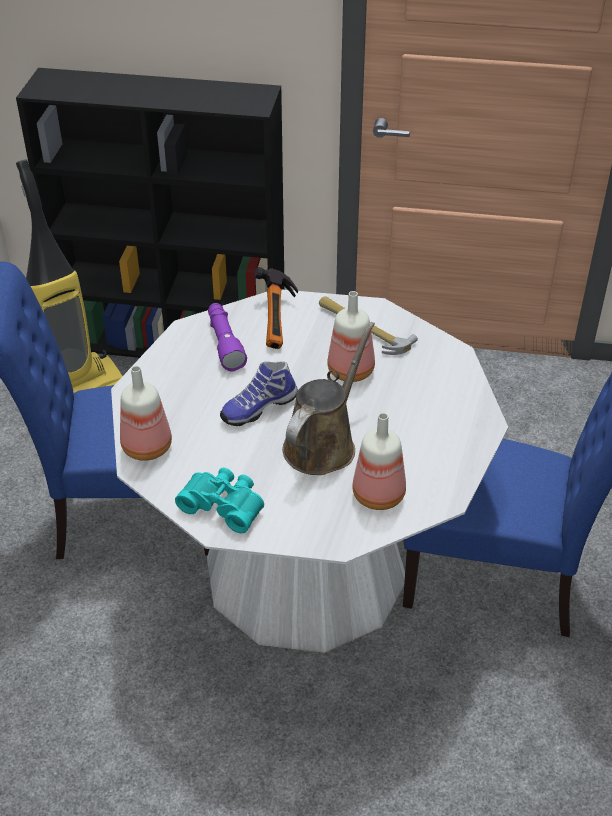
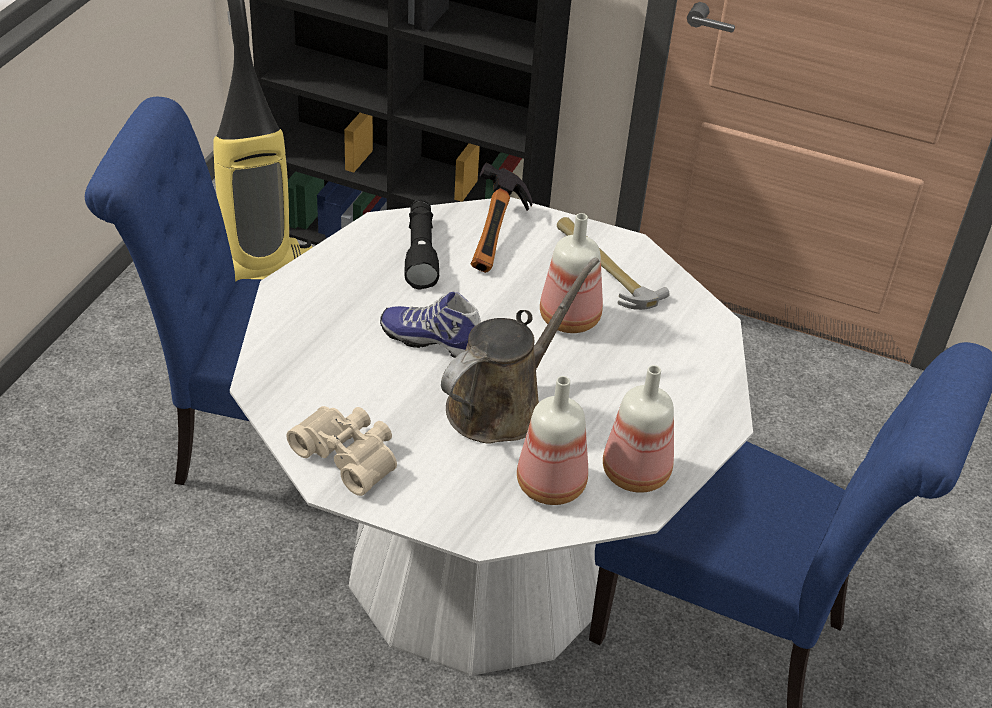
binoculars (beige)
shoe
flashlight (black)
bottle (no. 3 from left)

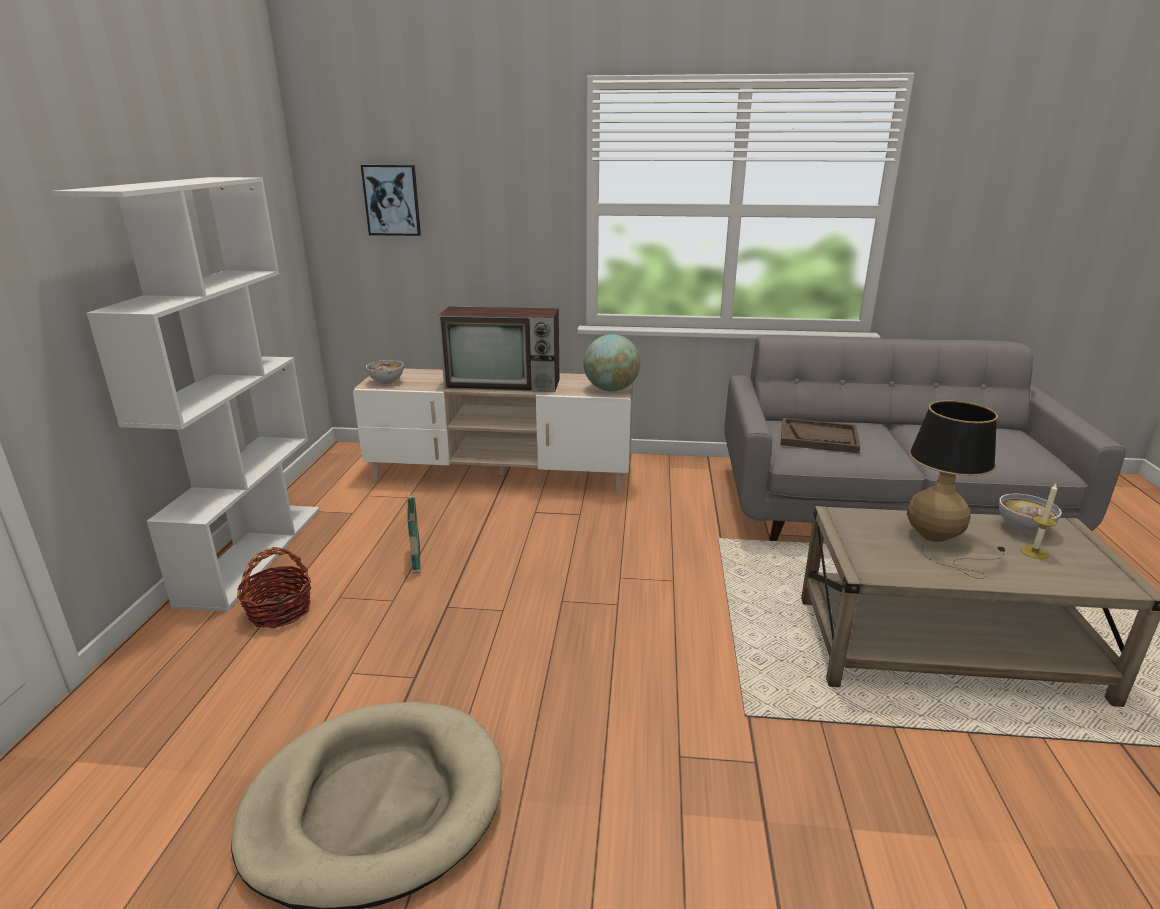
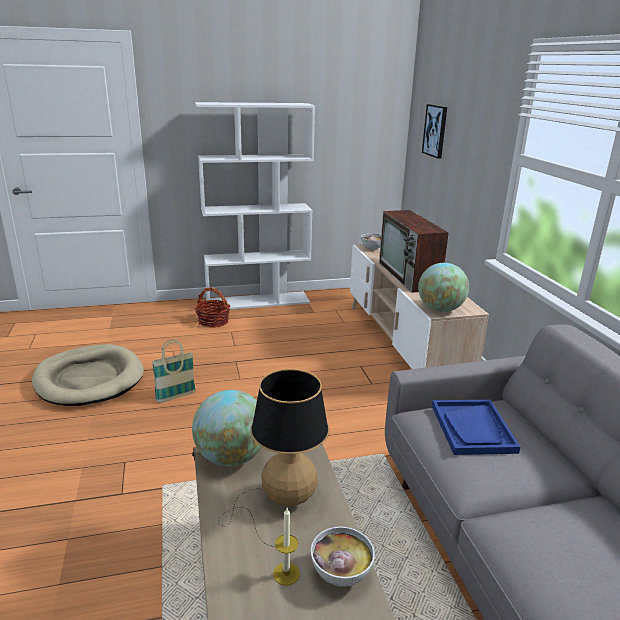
basket (no. 1 from left)
globe (no. 1 from left)
tray (blue)

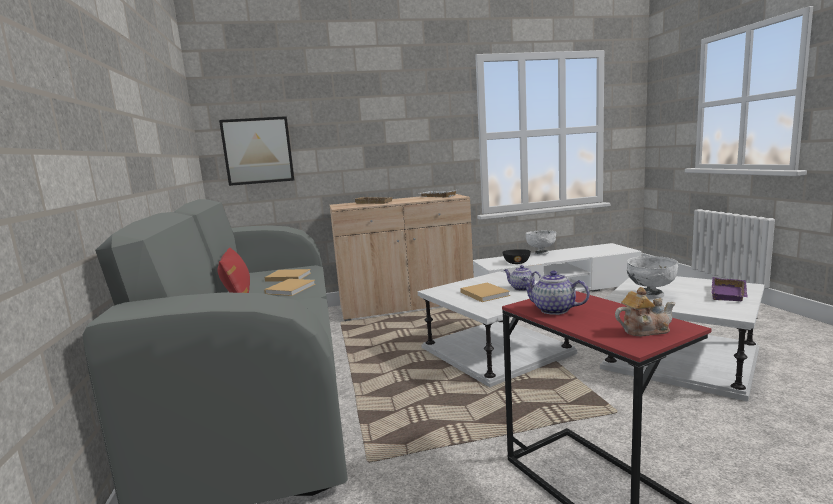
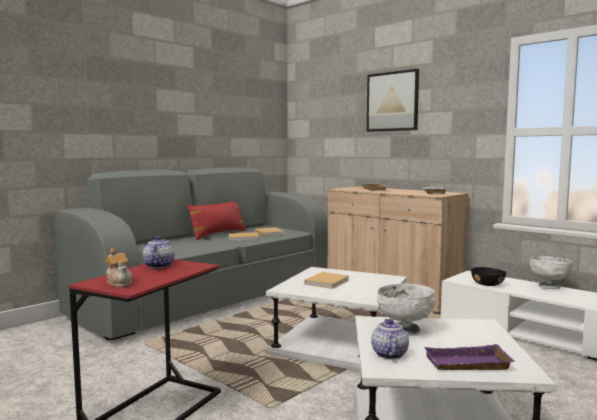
picture
teapot (no. 3 from left)

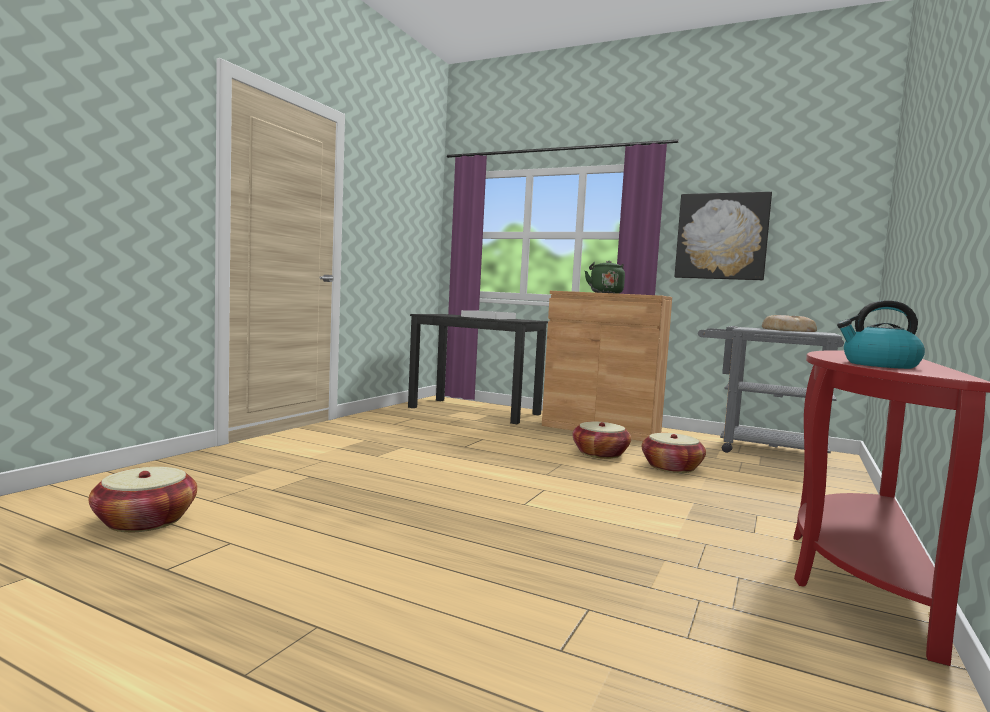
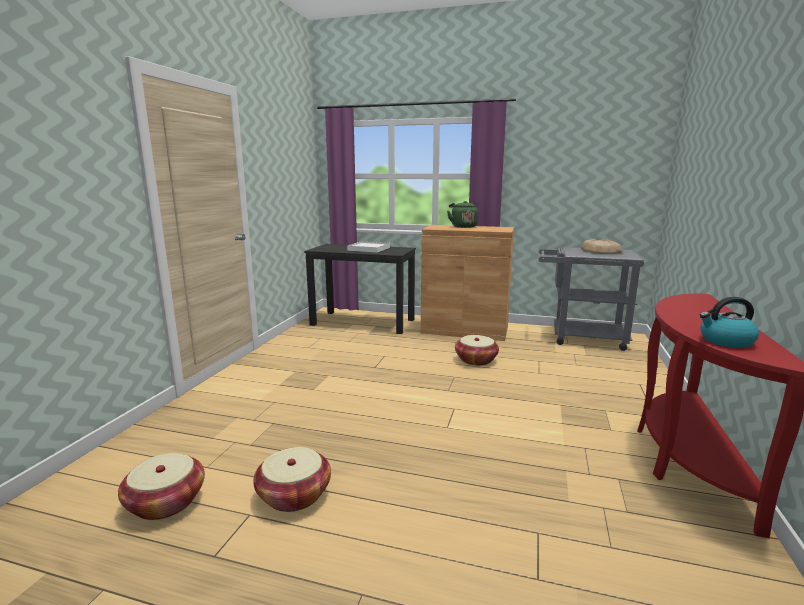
basket (no. 2 from left)
picture

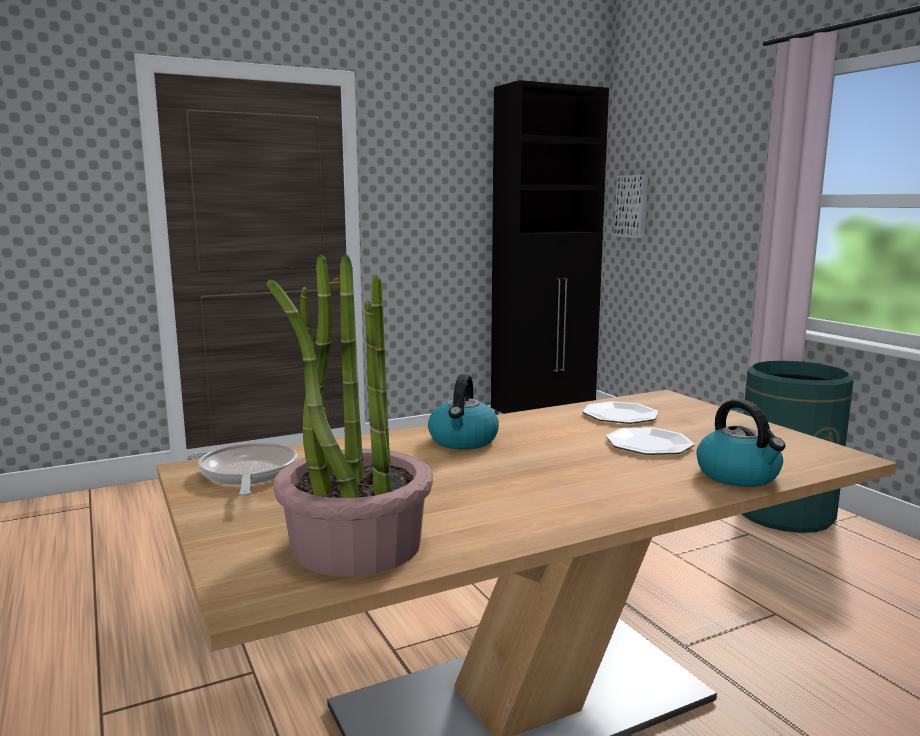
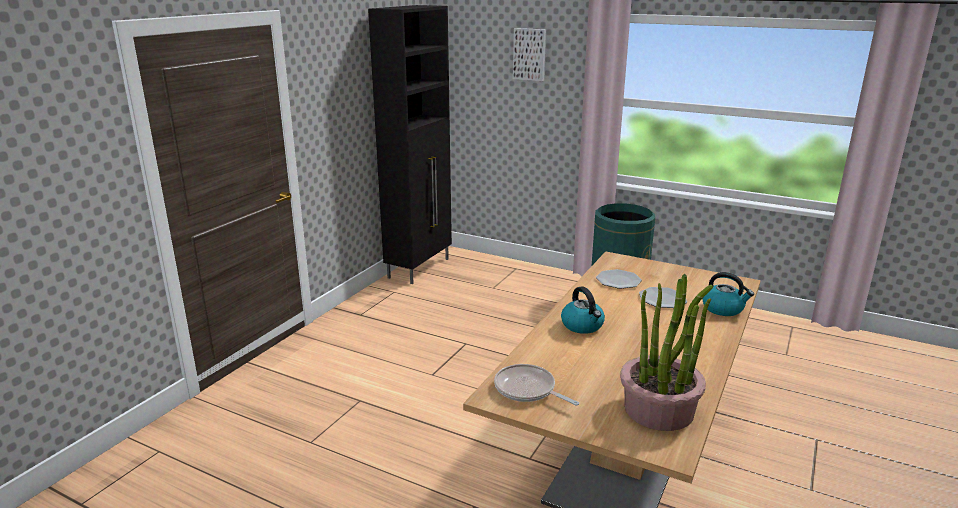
picture

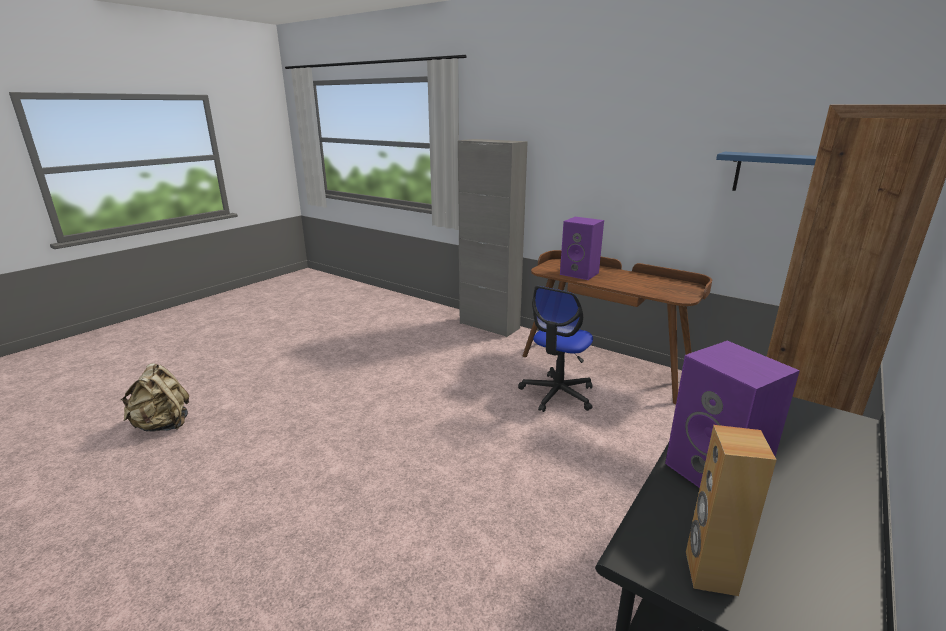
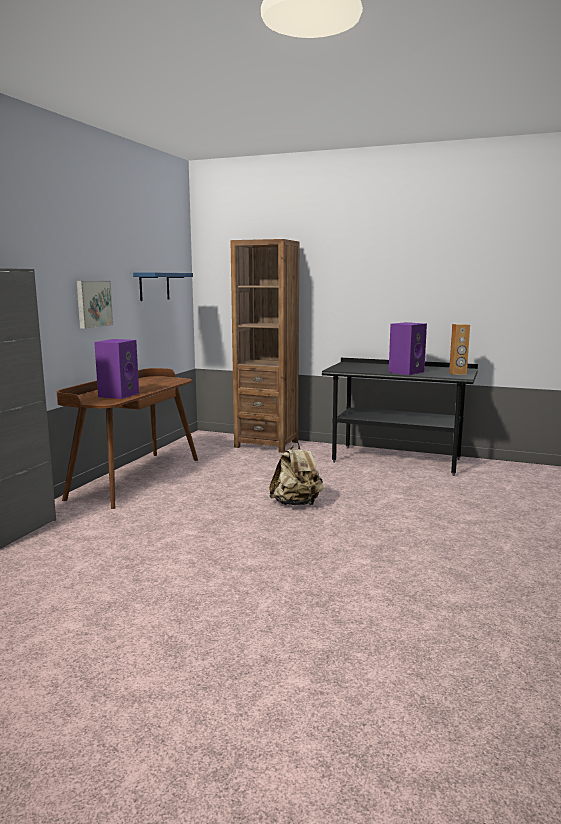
picture
backpack (beige)
office chair

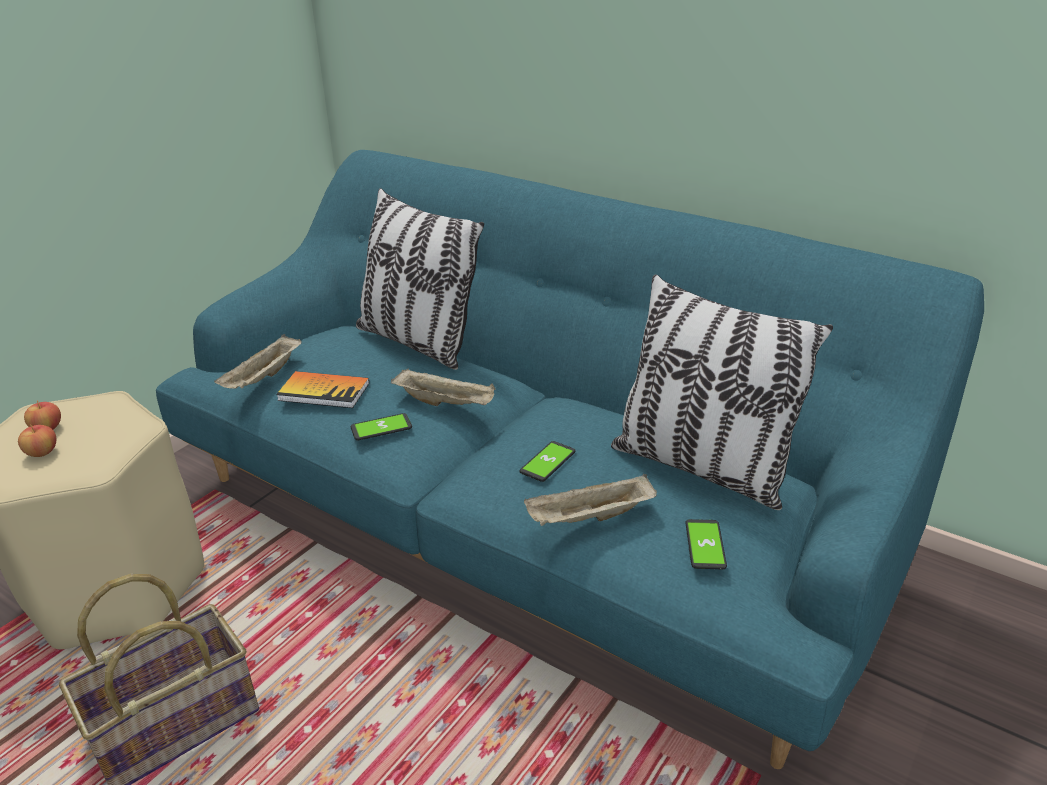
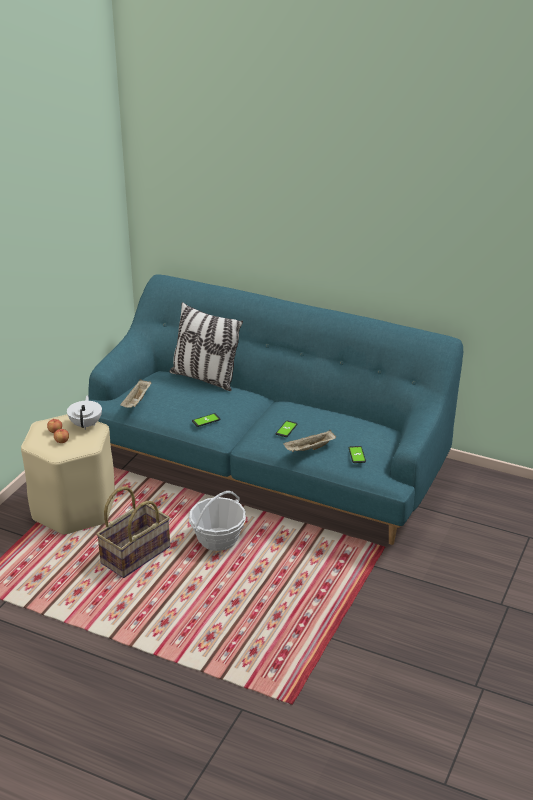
teapot (white)
basket (no. 2 from left)
book
tray (beige) (no. 2 from left in the first image)
pillow (no. 2 from left in the first image)

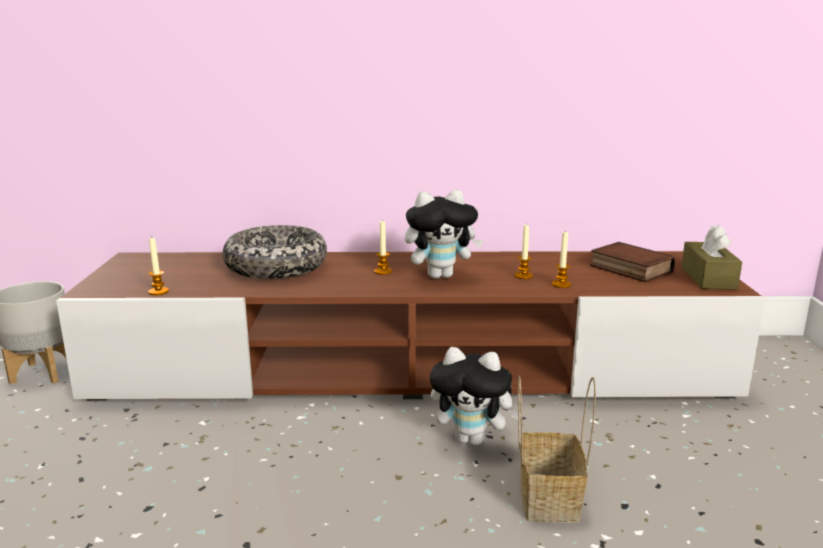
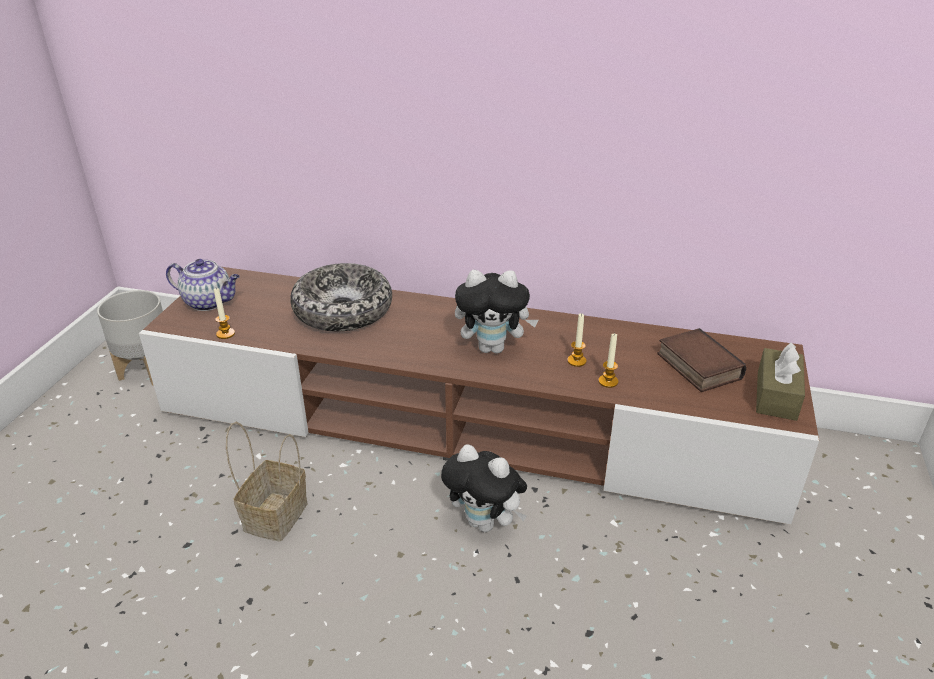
teapot
basket
candle (no. 2 from left in the first image)

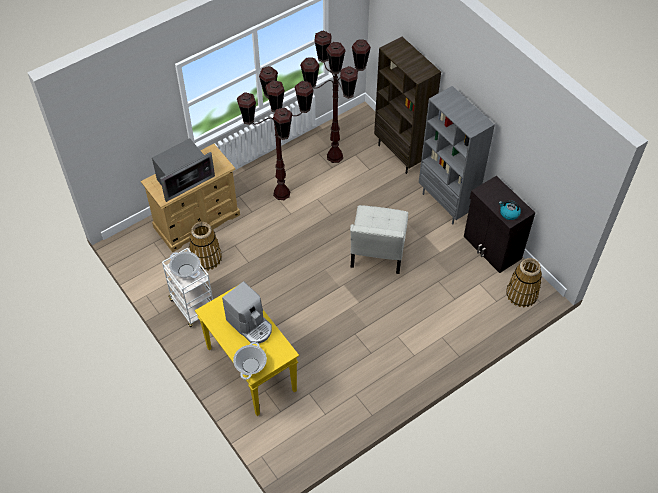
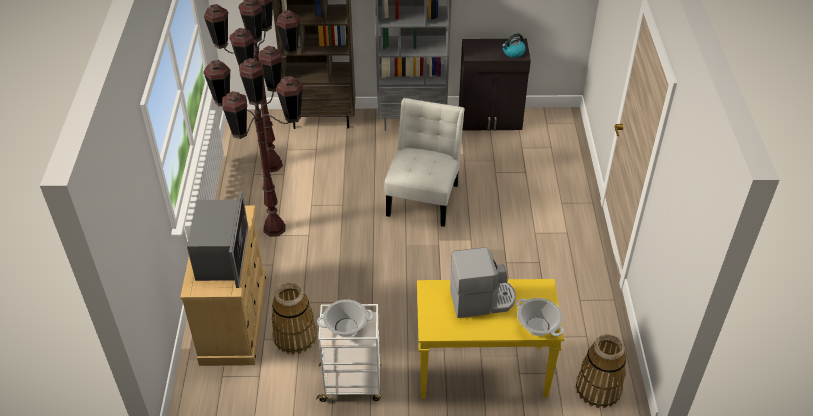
chair (white)
basket (no. 2 from left)

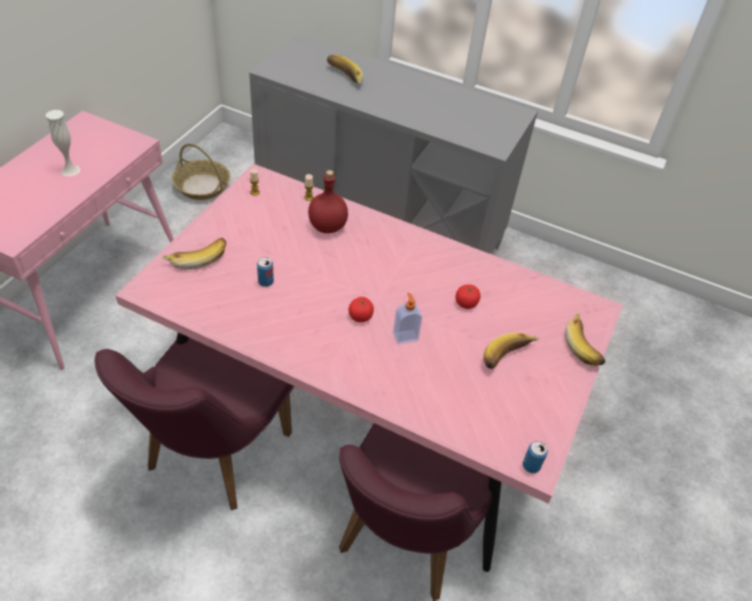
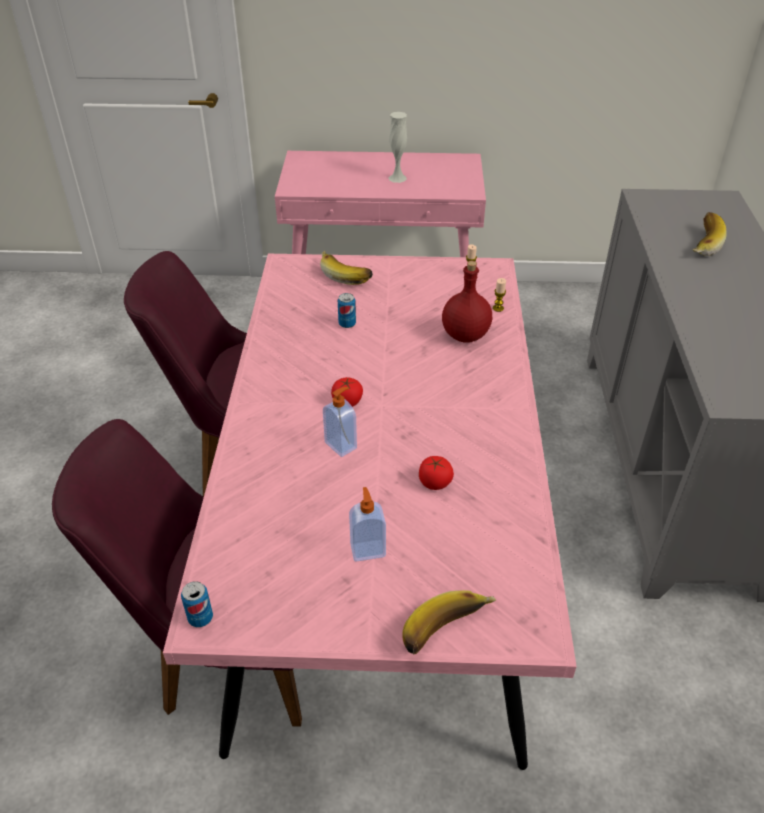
soap dispenser (no. 2 from left)
basket

